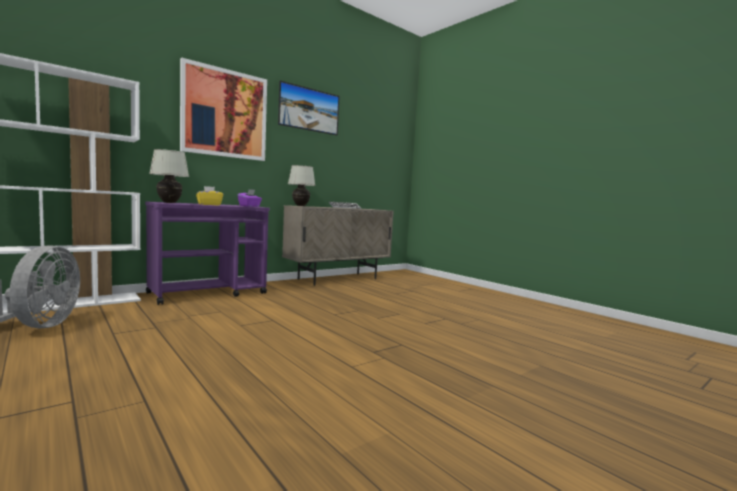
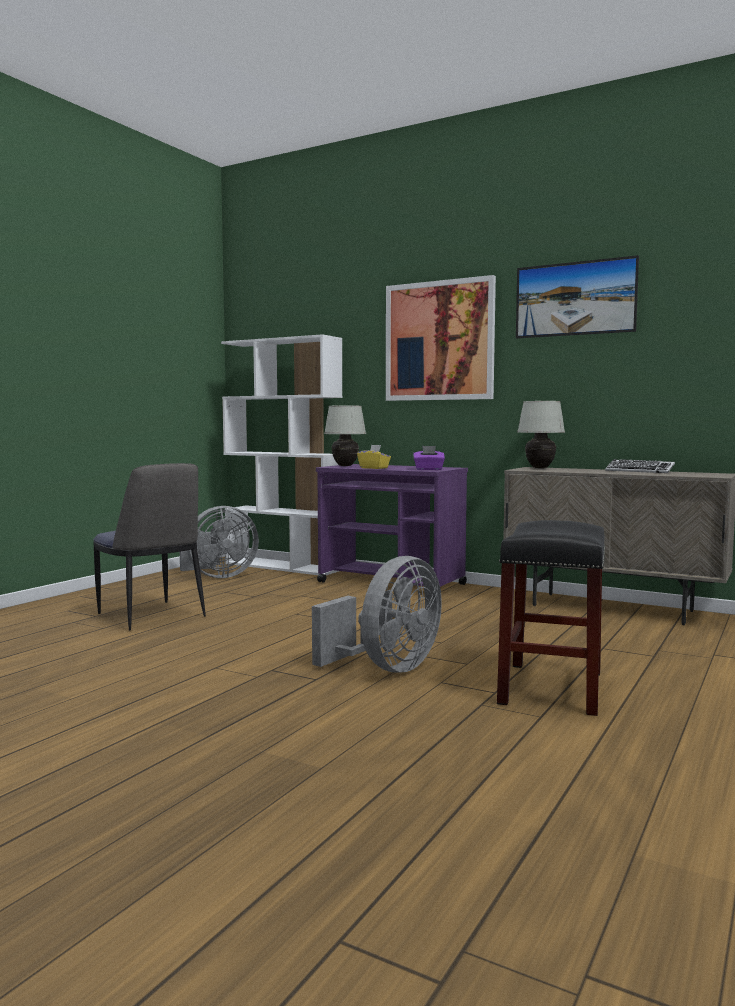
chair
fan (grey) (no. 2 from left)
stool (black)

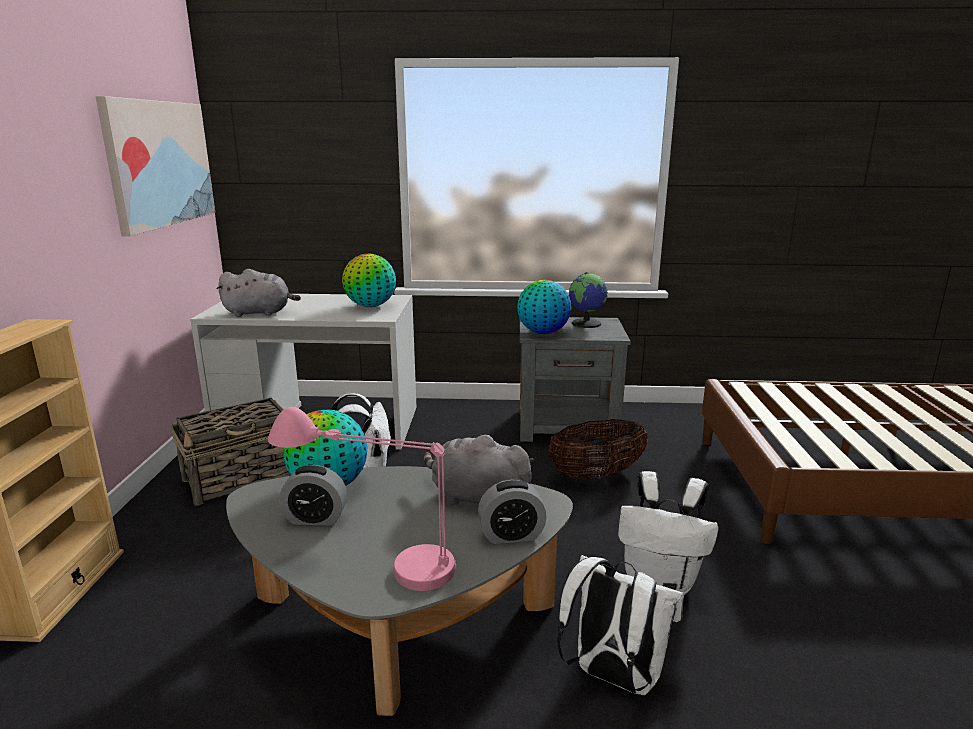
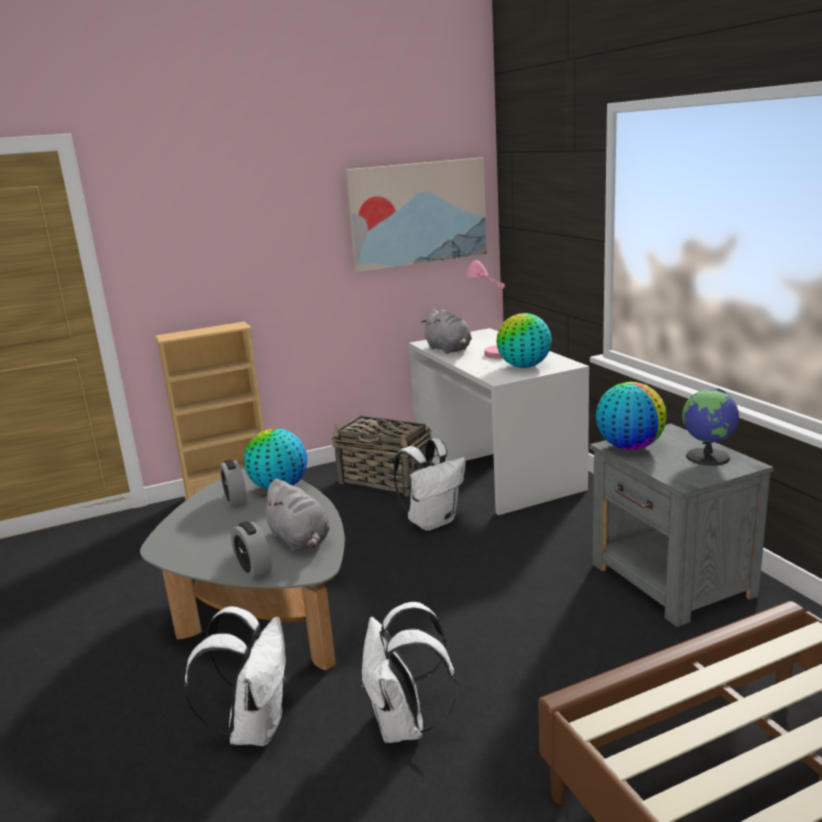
plush toy (grey) (no. 1 from left)
table lamp (pink)
basket (no. 2 from left in the first image)

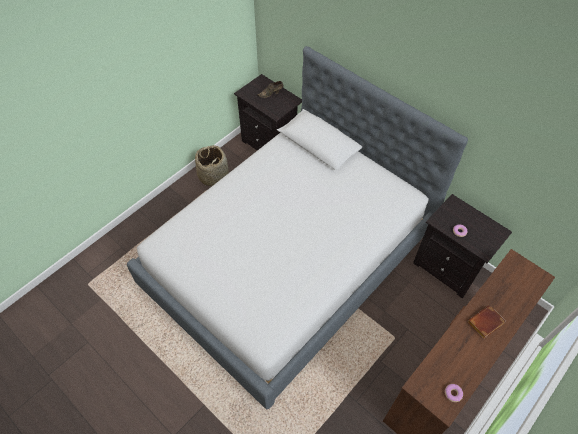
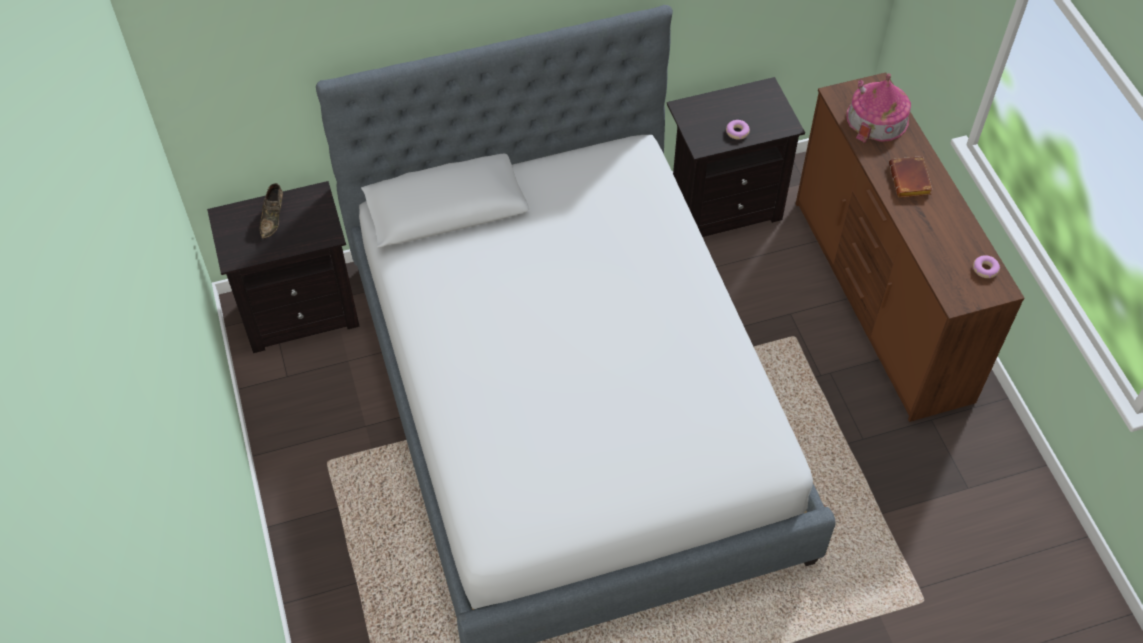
toy house
basket

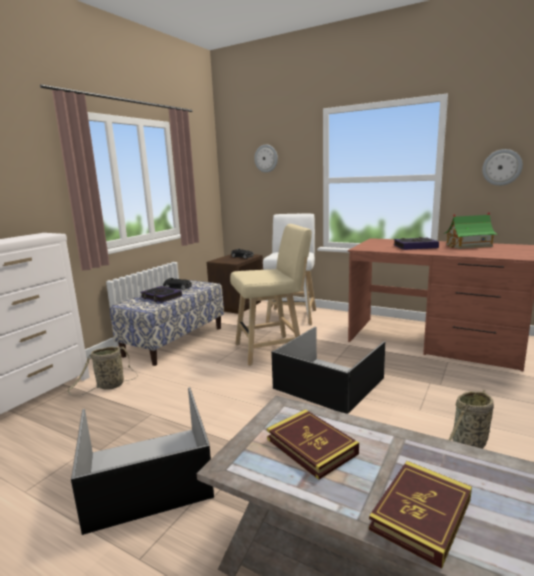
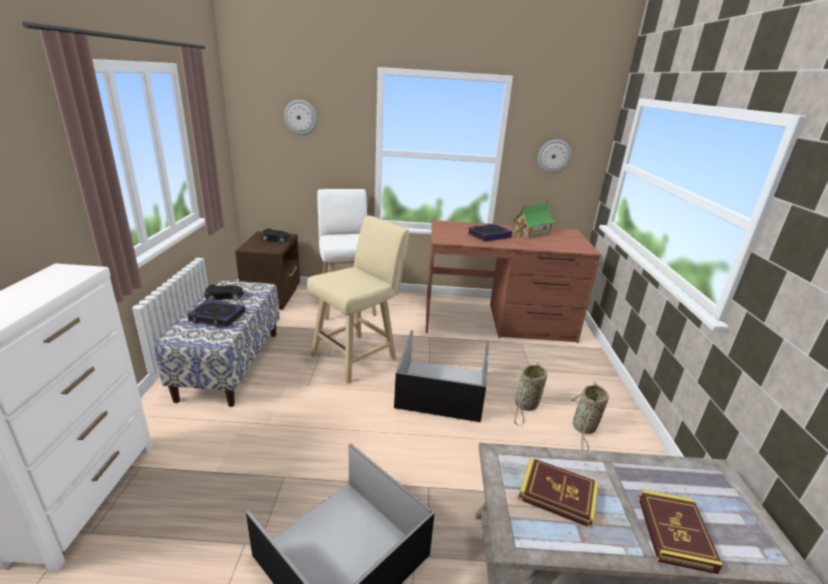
basket (no. 1 from left)

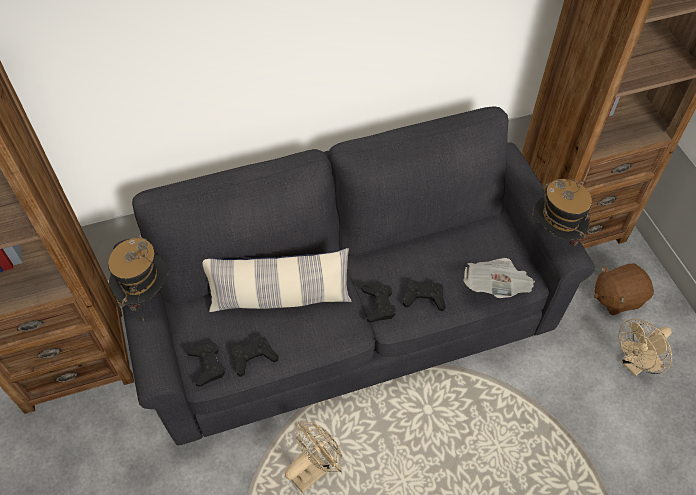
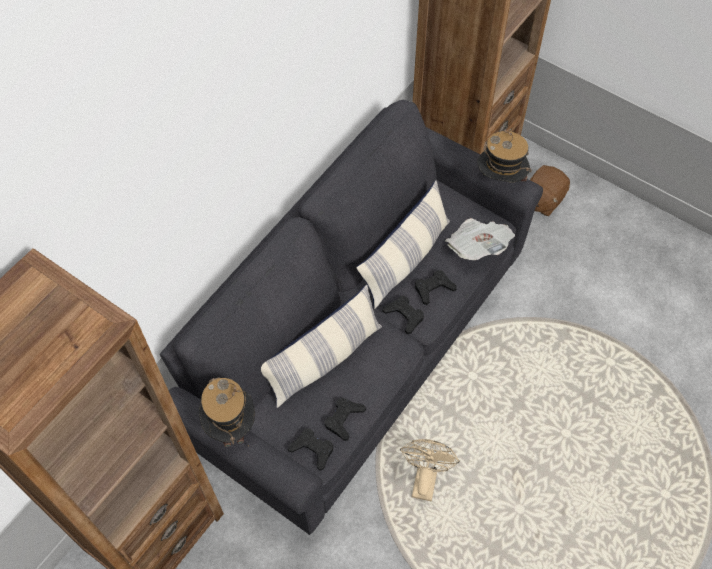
pillow (no. 2 from left)
fan (beige) (no. 2 from left in the first image)

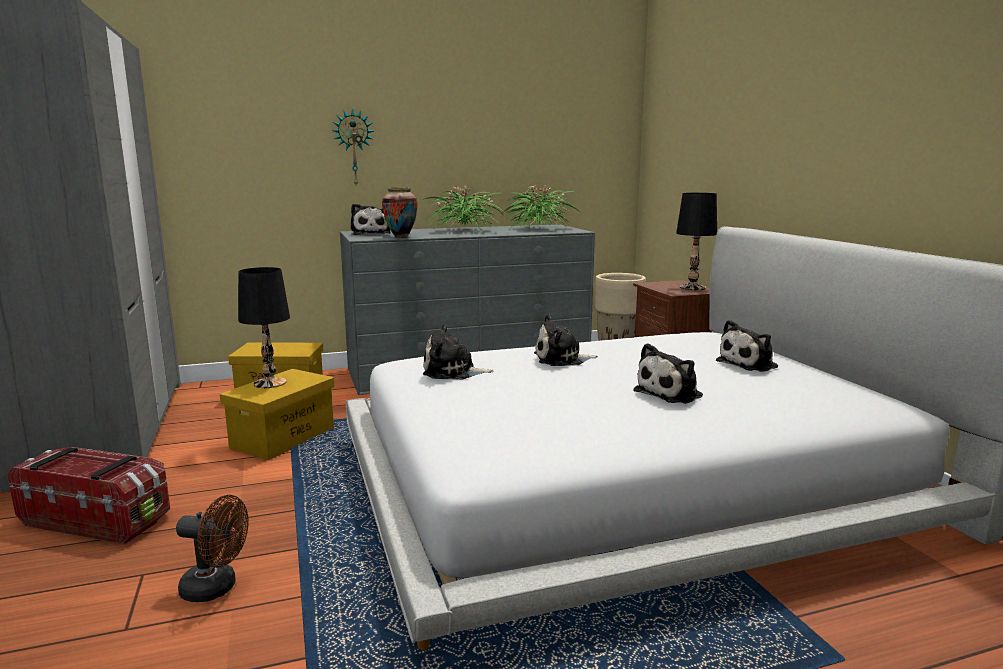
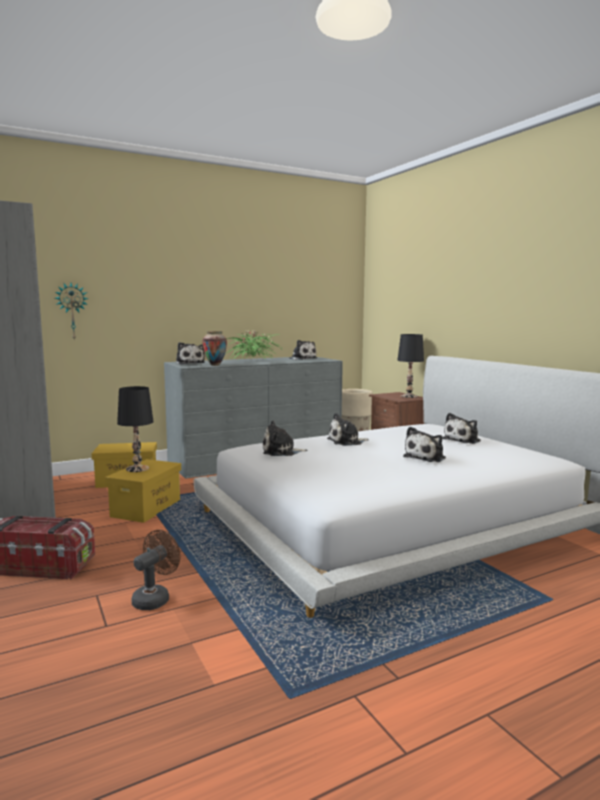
wall clock
fan (brown)
plush toy (no. 3 from left)

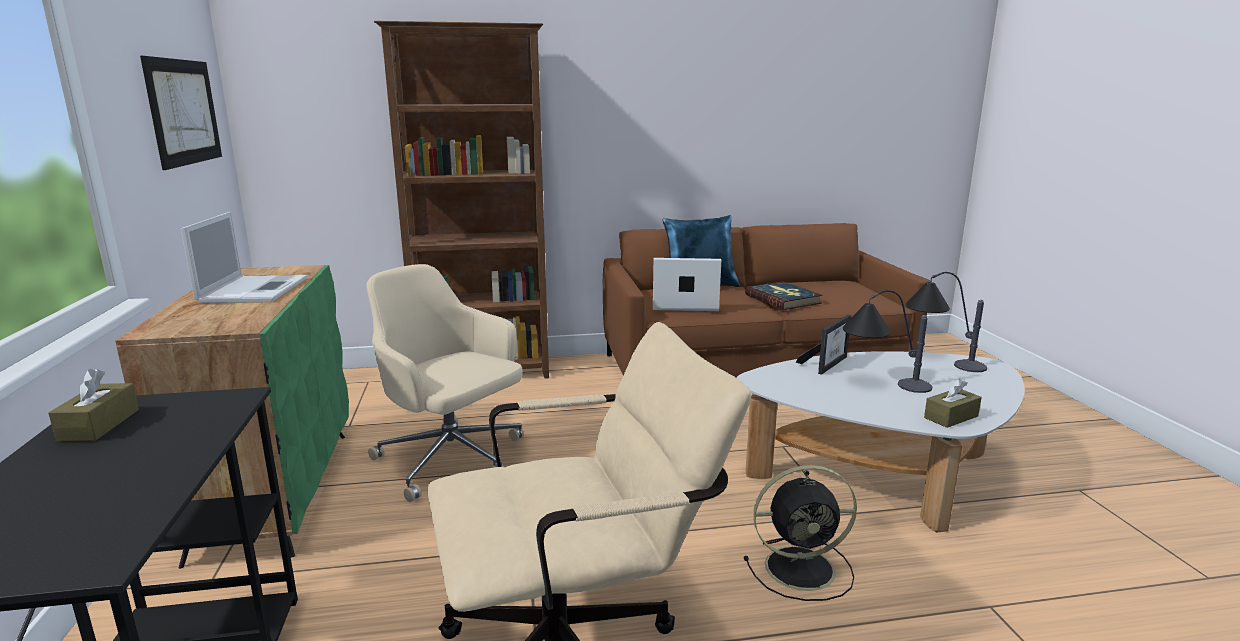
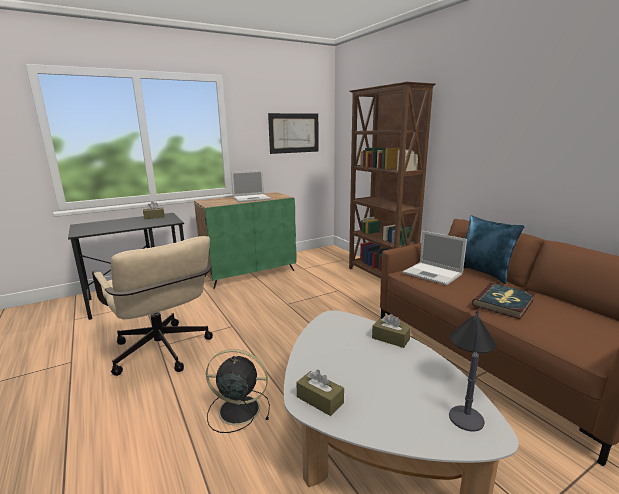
fan (black)
tissue box (brown) (no. 3 from left)
laptop (no. 2 from left)
office chair (beige) (no. 1 from left in the first image)
table lamp (no. 1 from left in the first image)

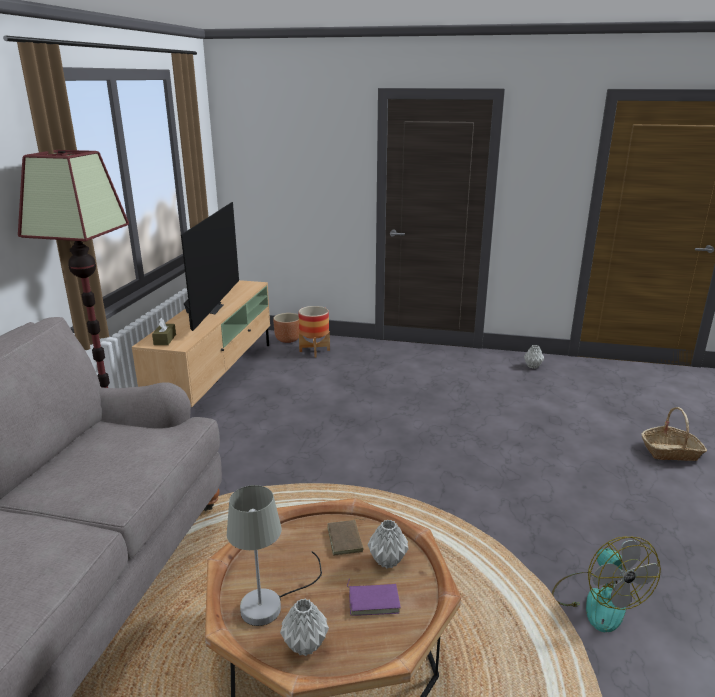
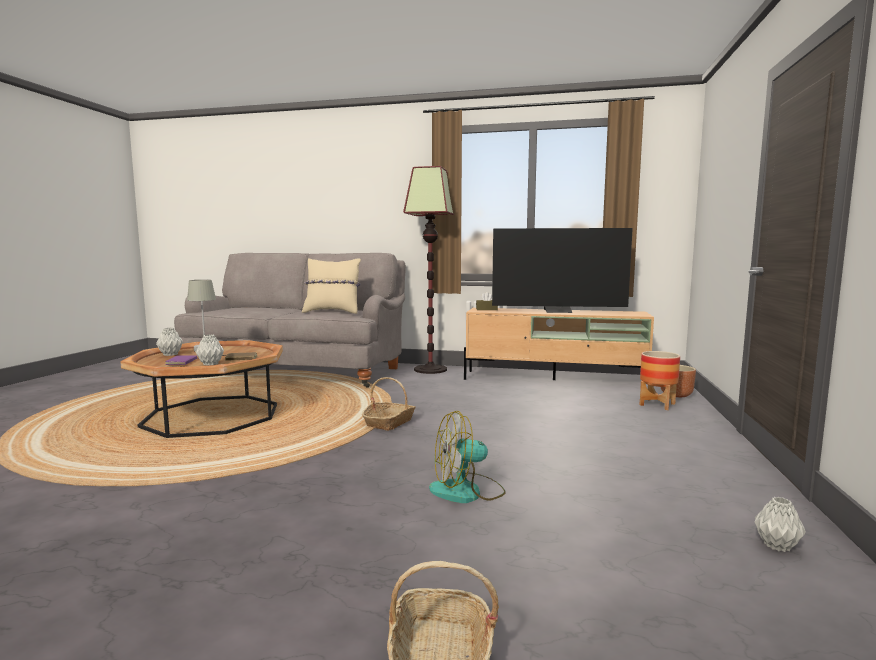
pillow (beige)
basket (no. 1 from left)
fan

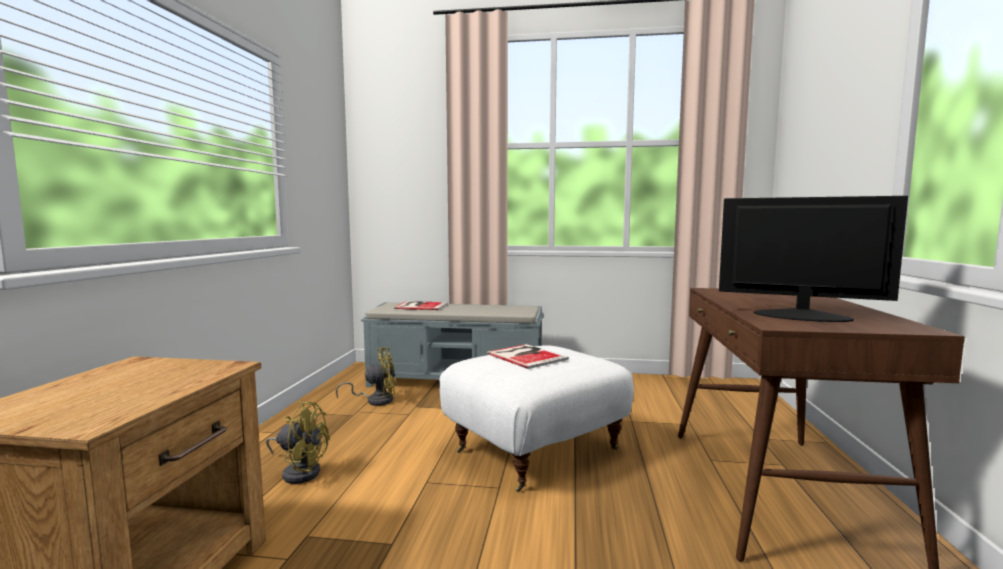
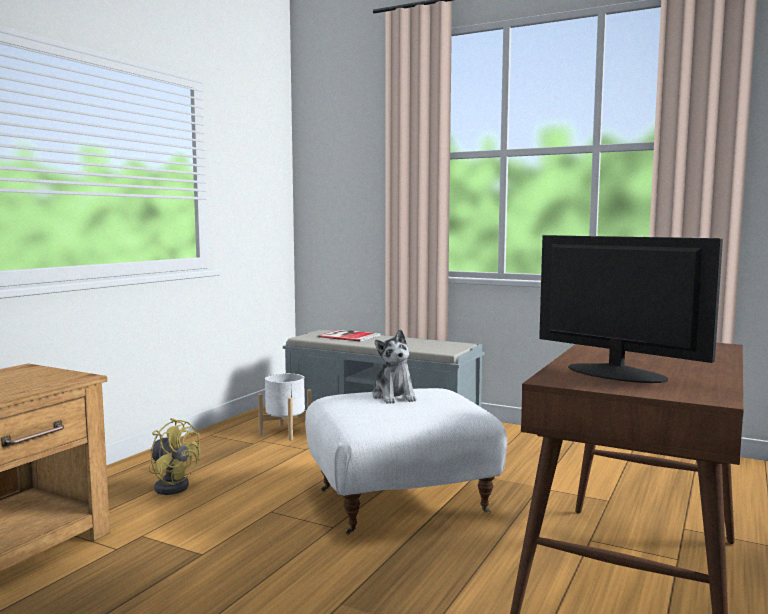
planter (white)
plush toy

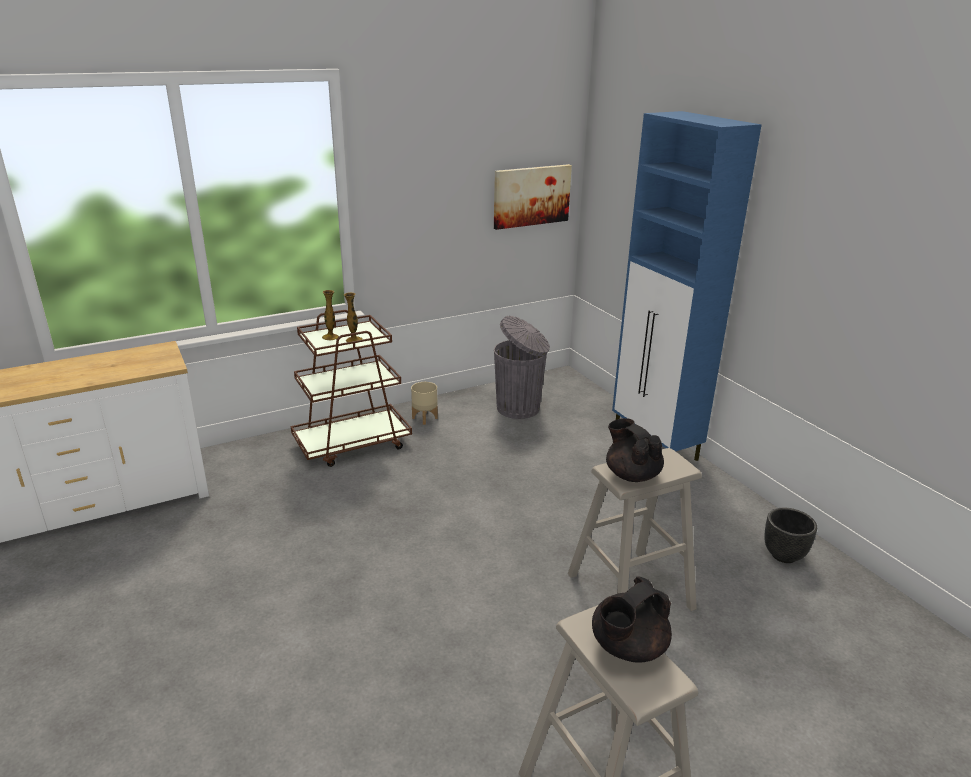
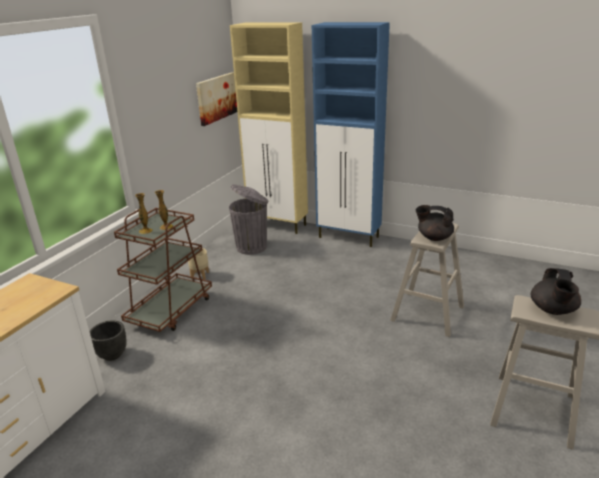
planter (black)
cabinet (beige)

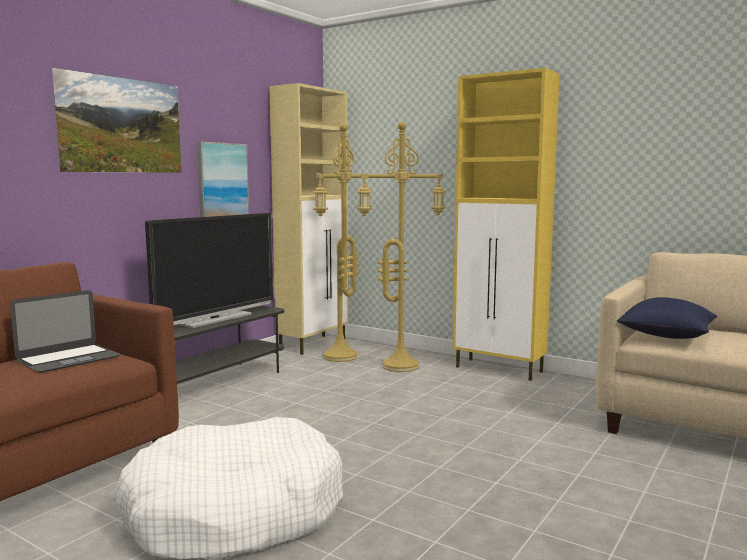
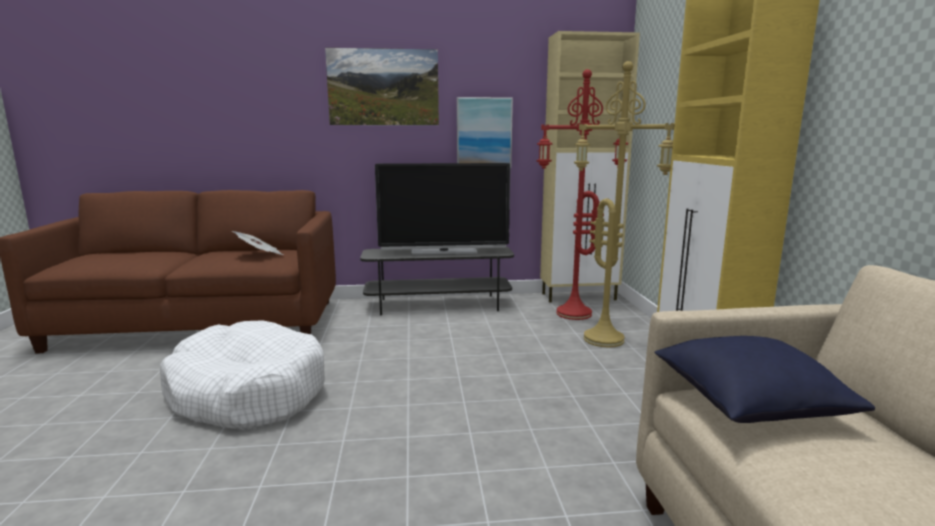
newspaper
floor lamp (red)

